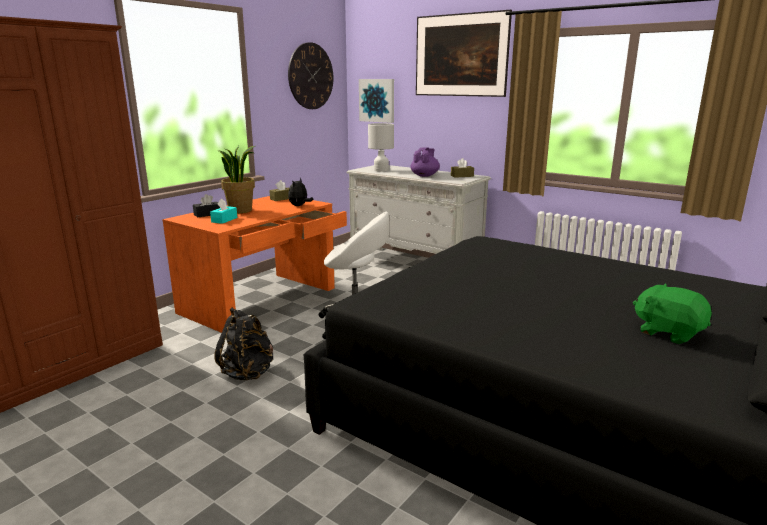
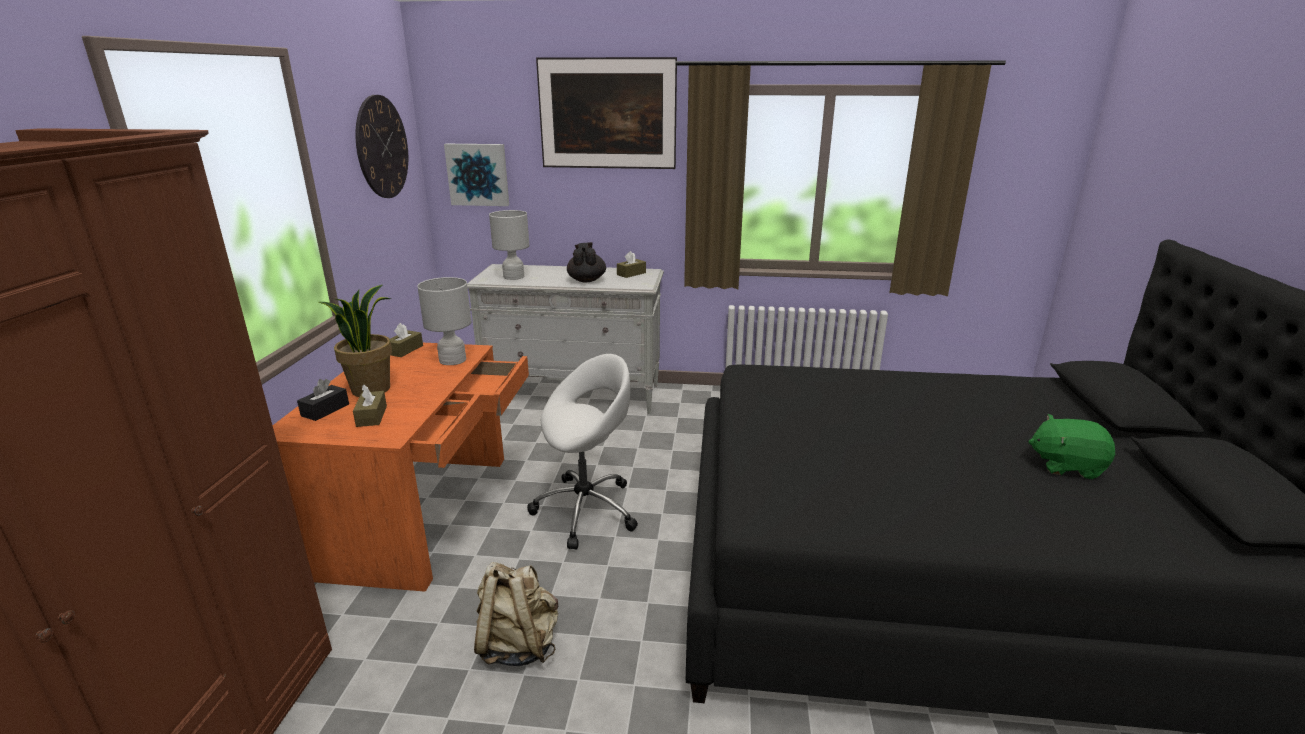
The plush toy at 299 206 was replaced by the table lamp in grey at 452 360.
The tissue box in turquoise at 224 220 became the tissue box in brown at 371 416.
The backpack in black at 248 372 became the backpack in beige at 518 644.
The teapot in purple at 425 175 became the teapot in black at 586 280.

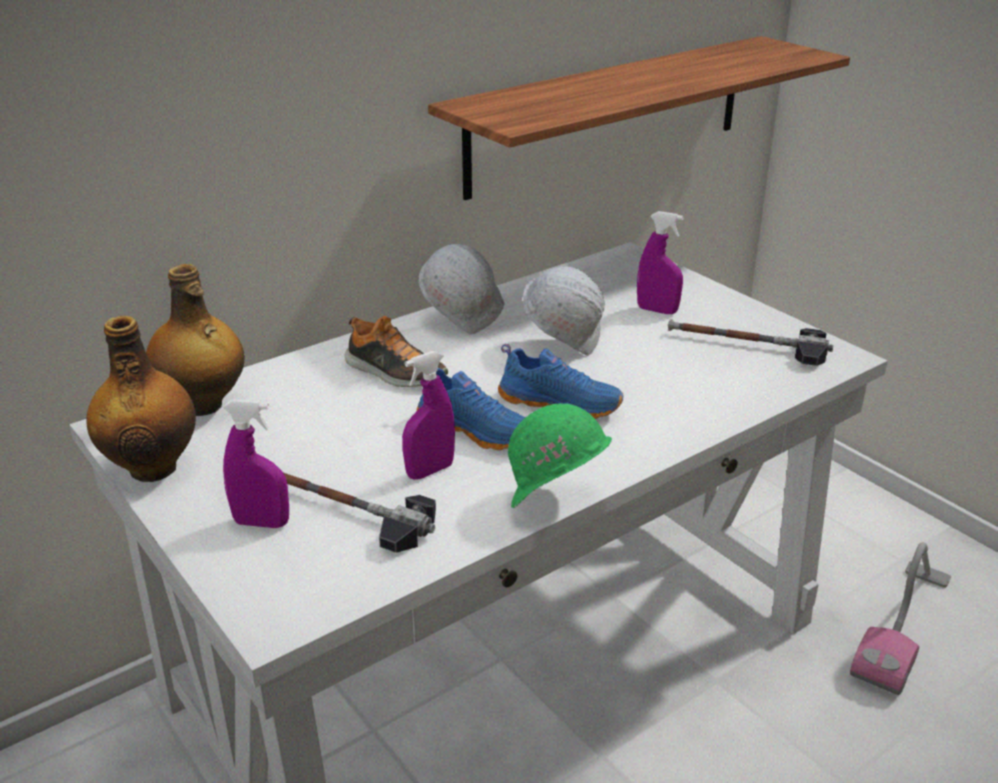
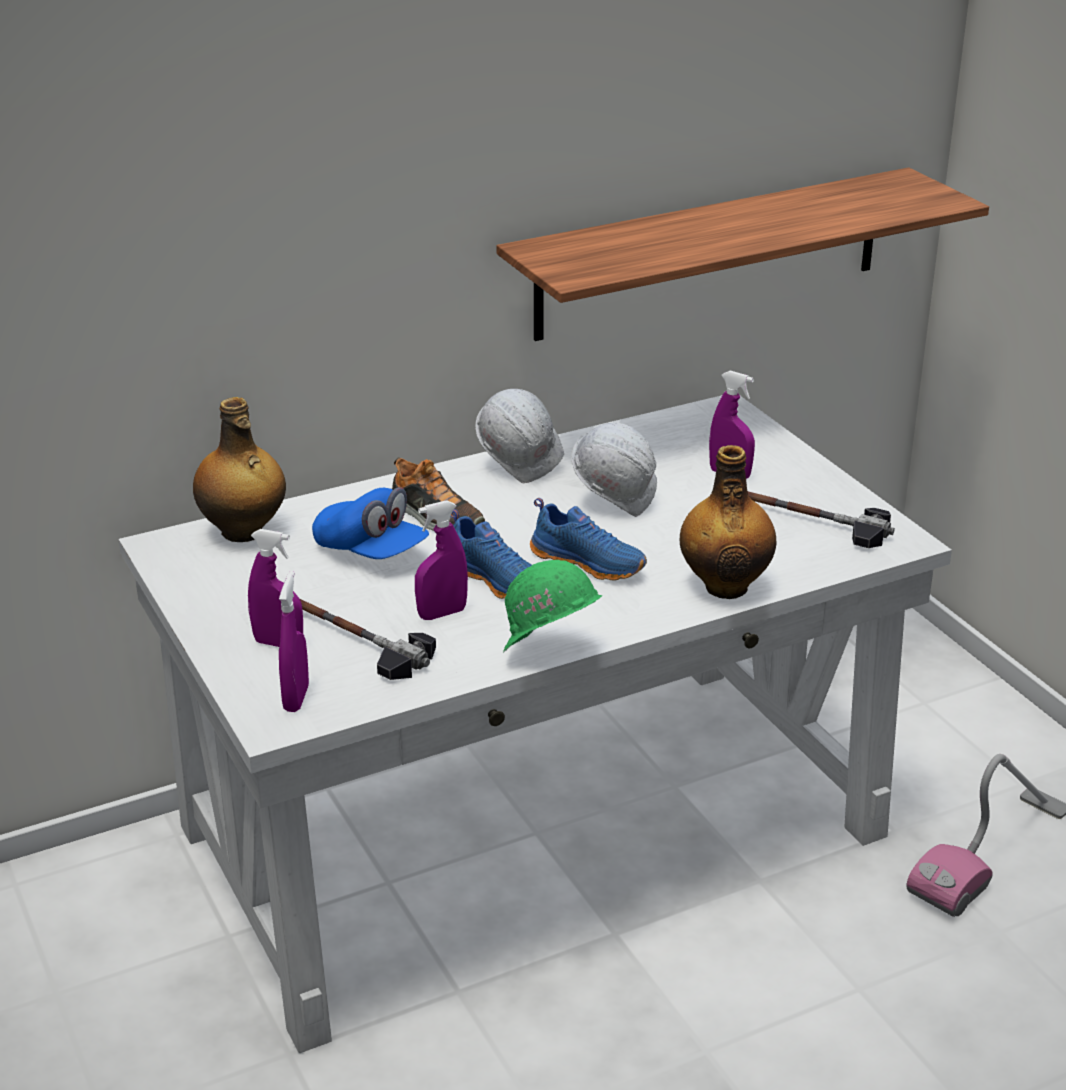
The spray bottle in purple at 296 698 appeared.
The cap in blue at 371 551 appeared.
The bottle moved from 153 467 to 725 586.

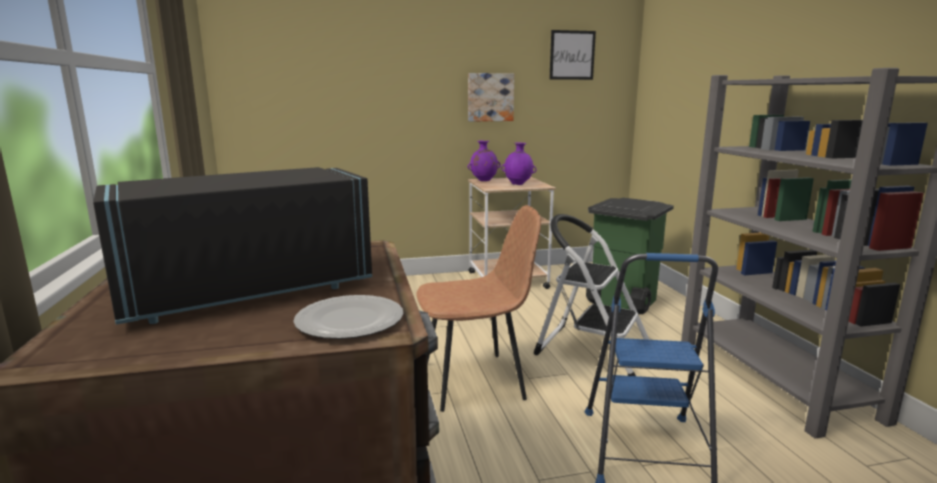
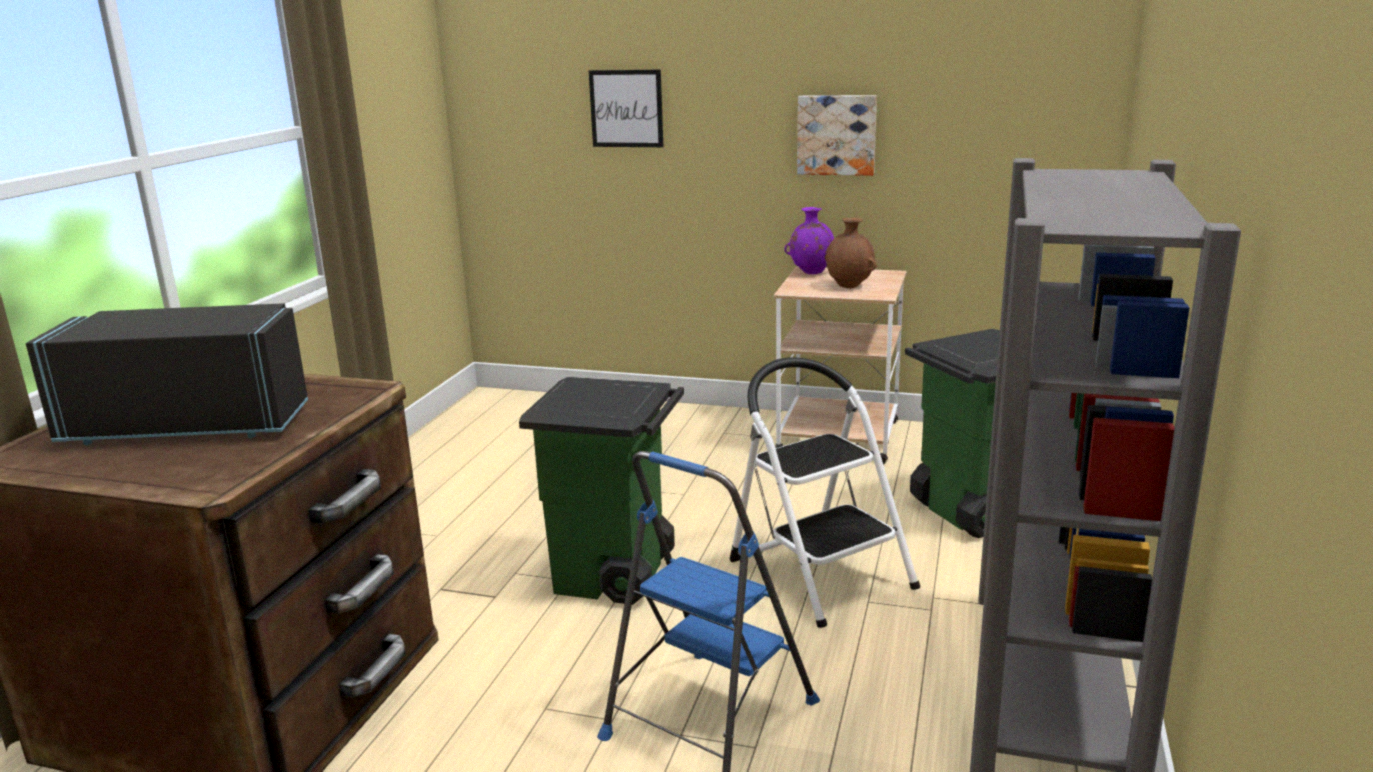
The plate at 350 320 disappeared.
The picture moved from 572 55 to 626 108.
The chair in brown at 475 381 was replaced by the trash can in green at 614 576.
The vase in purple at 518 184 became the vase in brown at 849 286.

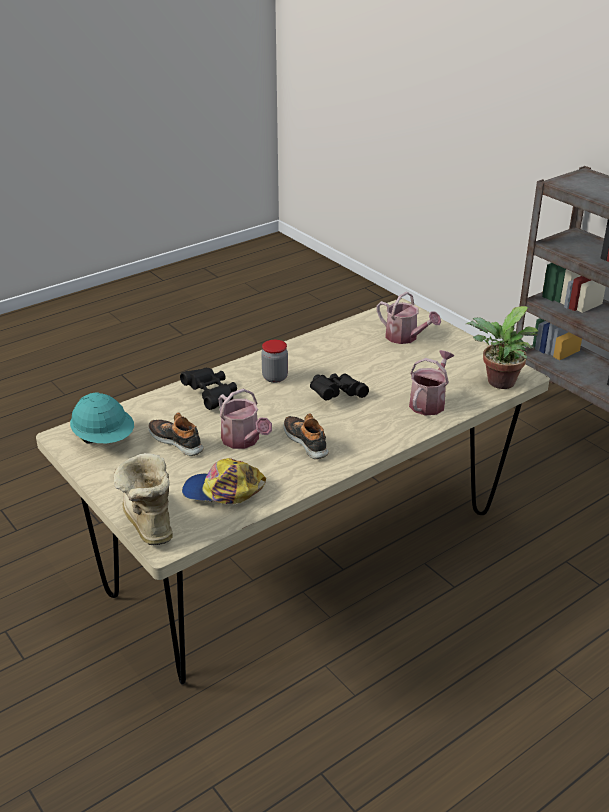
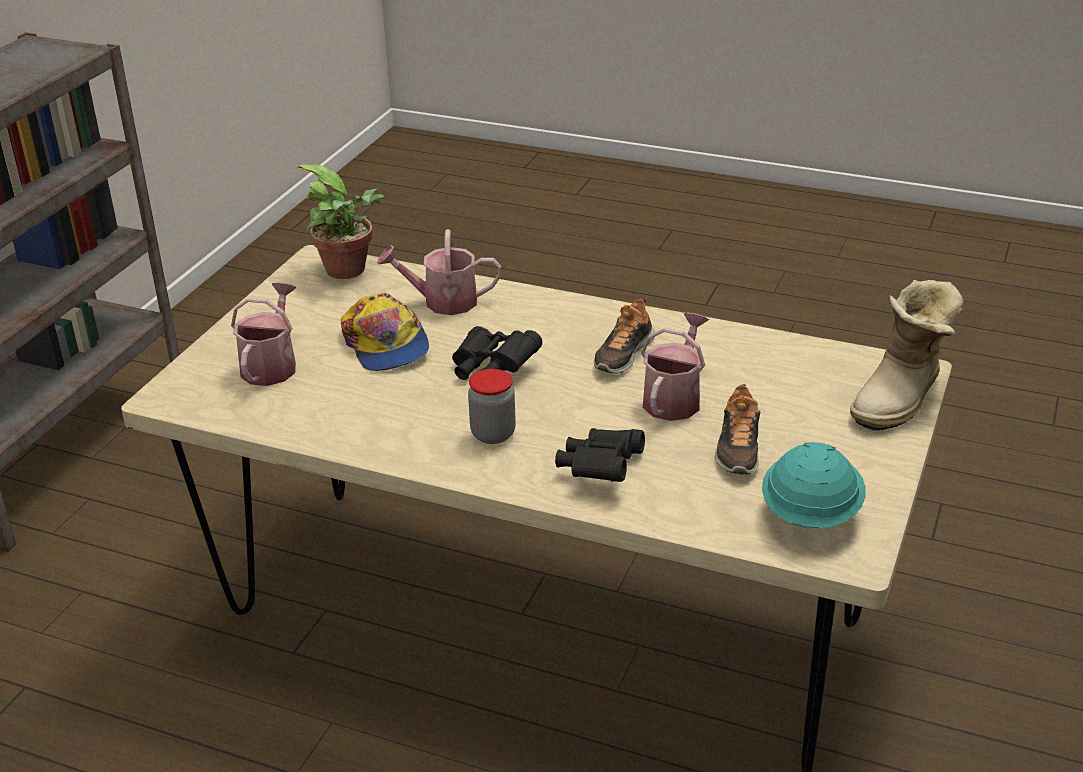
The cap moved from 223 491 to 386 344.

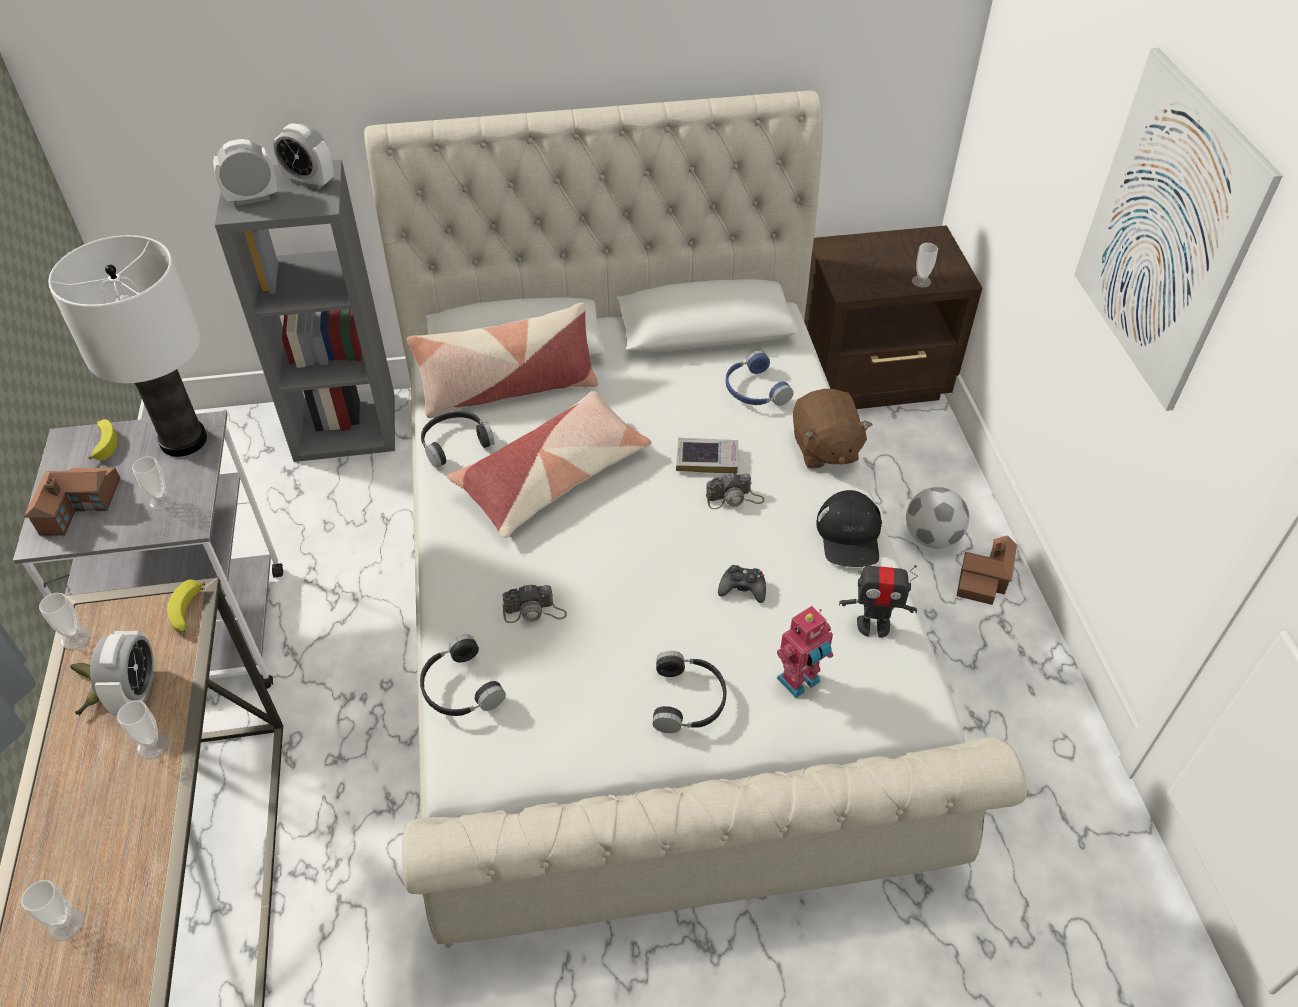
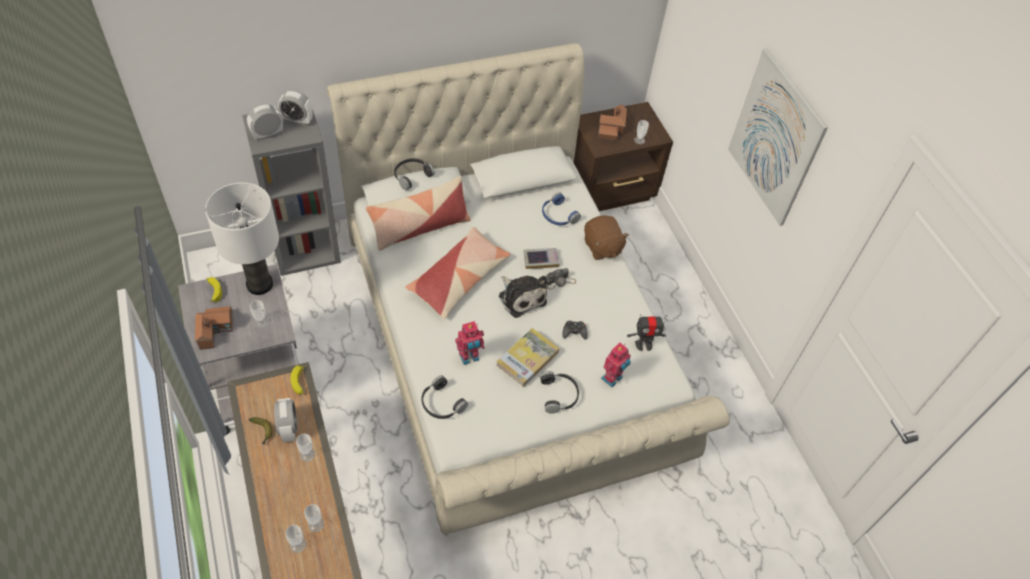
The cap in black at 849 535 disappeared.
The football at 931 537 disappeared.
The book at 527 359 appeared.
The plush toy at 521 297 appeared.
The cup moved from 75 638 to 316 524.
The headphones in black moved from 454 442 to 411 175.
The toy house moved from 984 578 to 611 129.
The photo camera at 534 611 was replaced by the toy robot at 469 357.

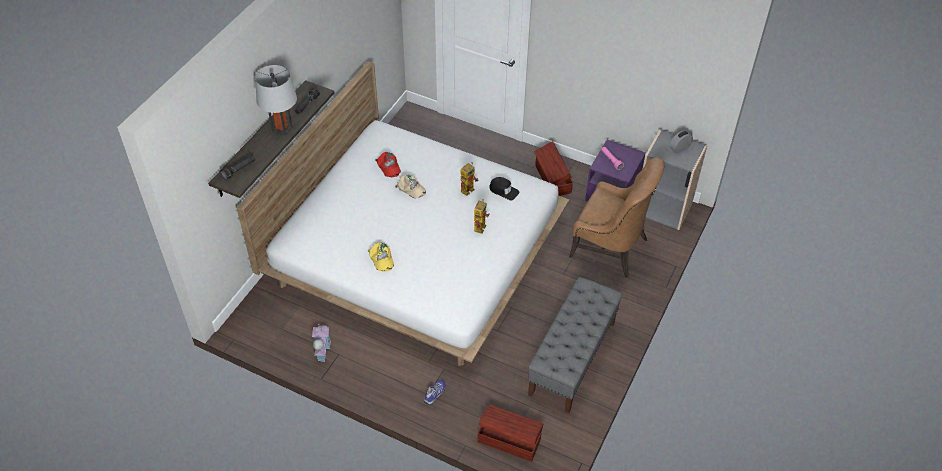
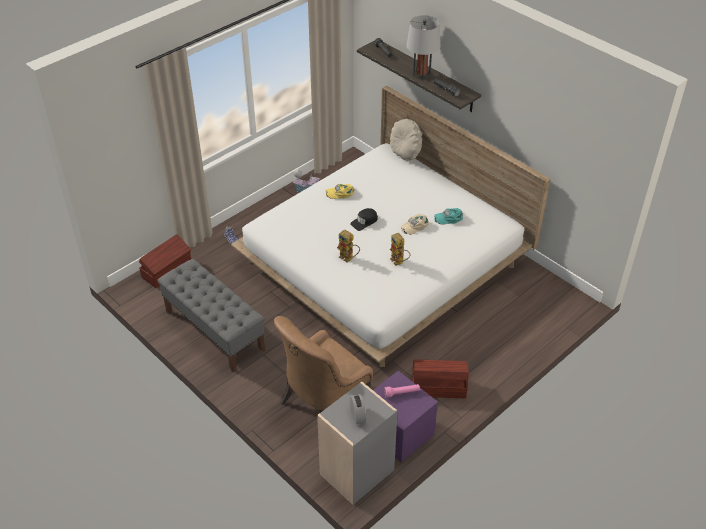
The pillow in beige at 405 154 appeared.
The cap in black moved from 503 190 to 364 222.
The cap in red at 388 166 became the cap in turquoise at 449 218.

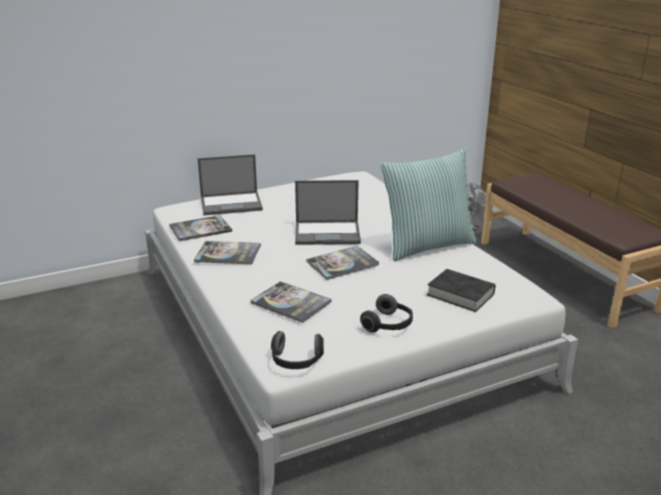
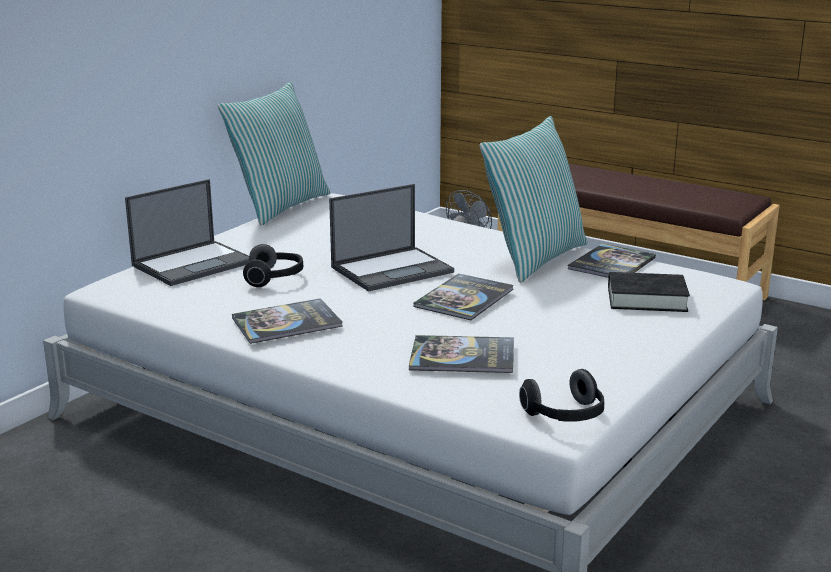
The pillow at 279 207 appeared.
The book moved from 200 229 to 611 264.
The headphones moved from 388 325 to 275 278.

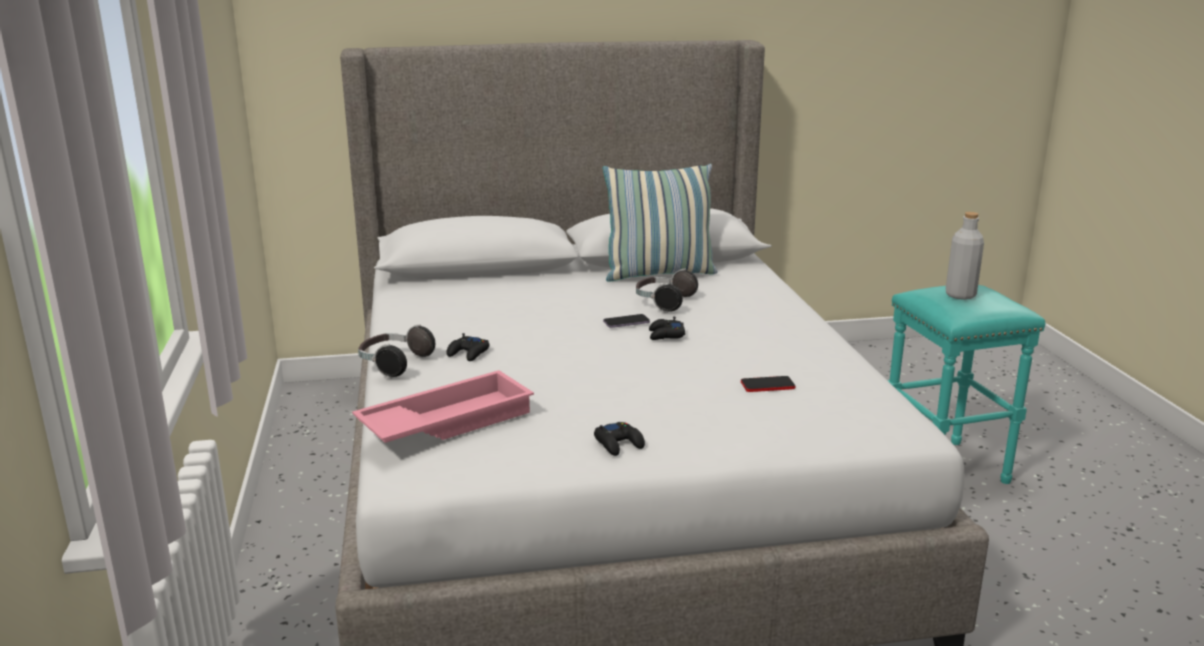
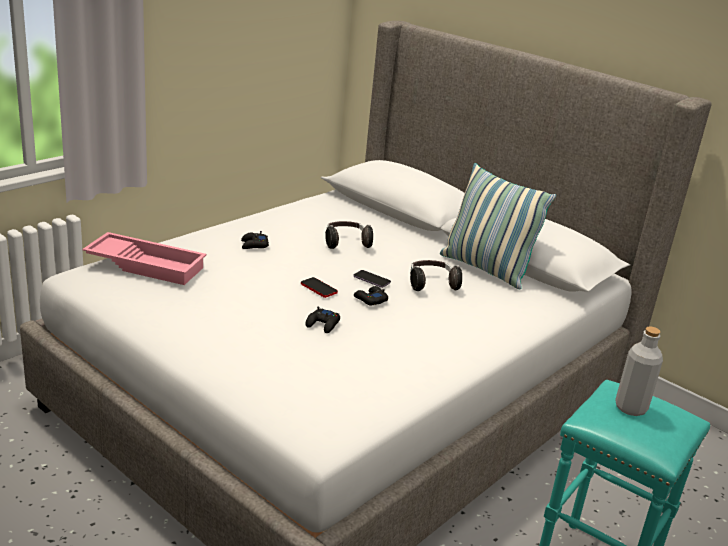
The headphones moved from 394 364 to 346 243.
The game controller in black moved from 619 444 to 323 324.
The phone moved from 767 385 to 318 288.

